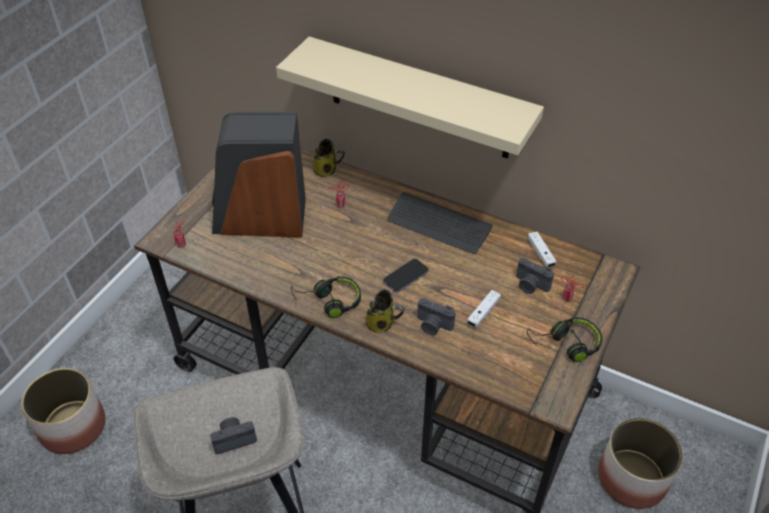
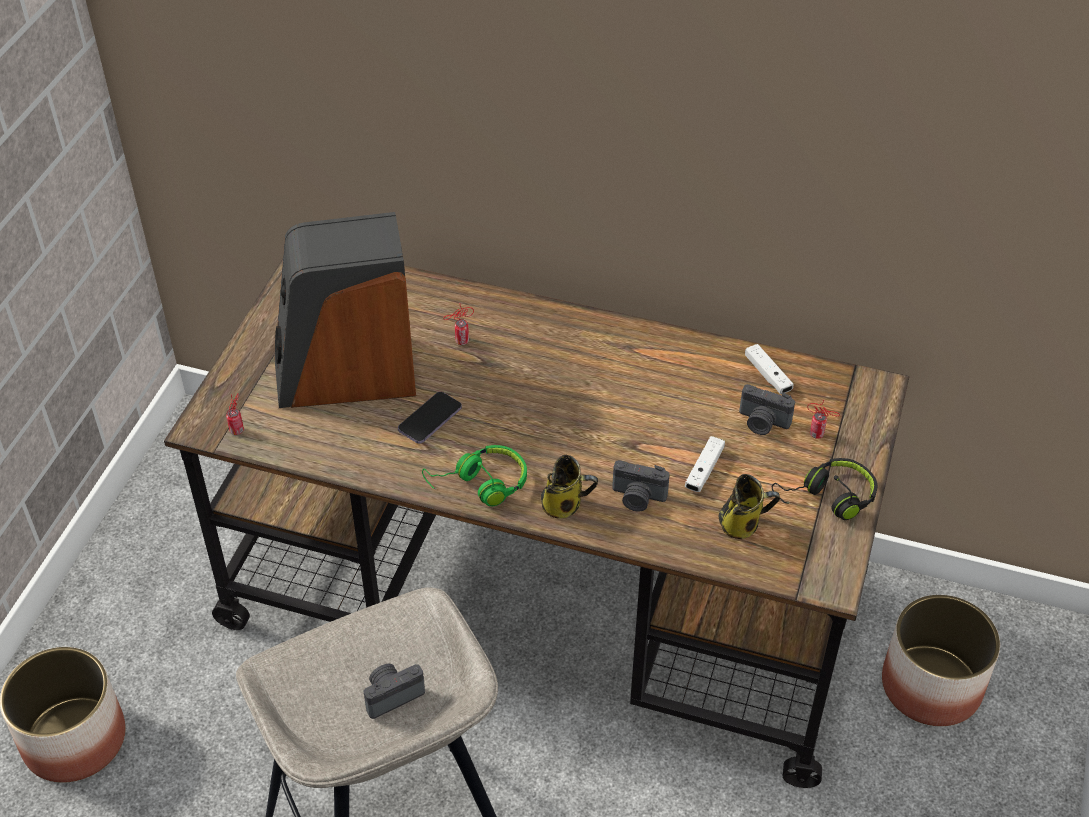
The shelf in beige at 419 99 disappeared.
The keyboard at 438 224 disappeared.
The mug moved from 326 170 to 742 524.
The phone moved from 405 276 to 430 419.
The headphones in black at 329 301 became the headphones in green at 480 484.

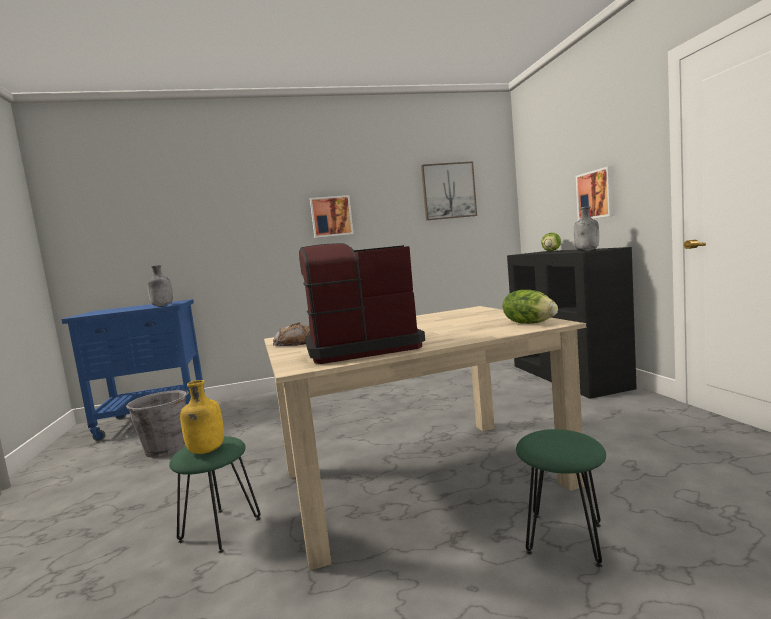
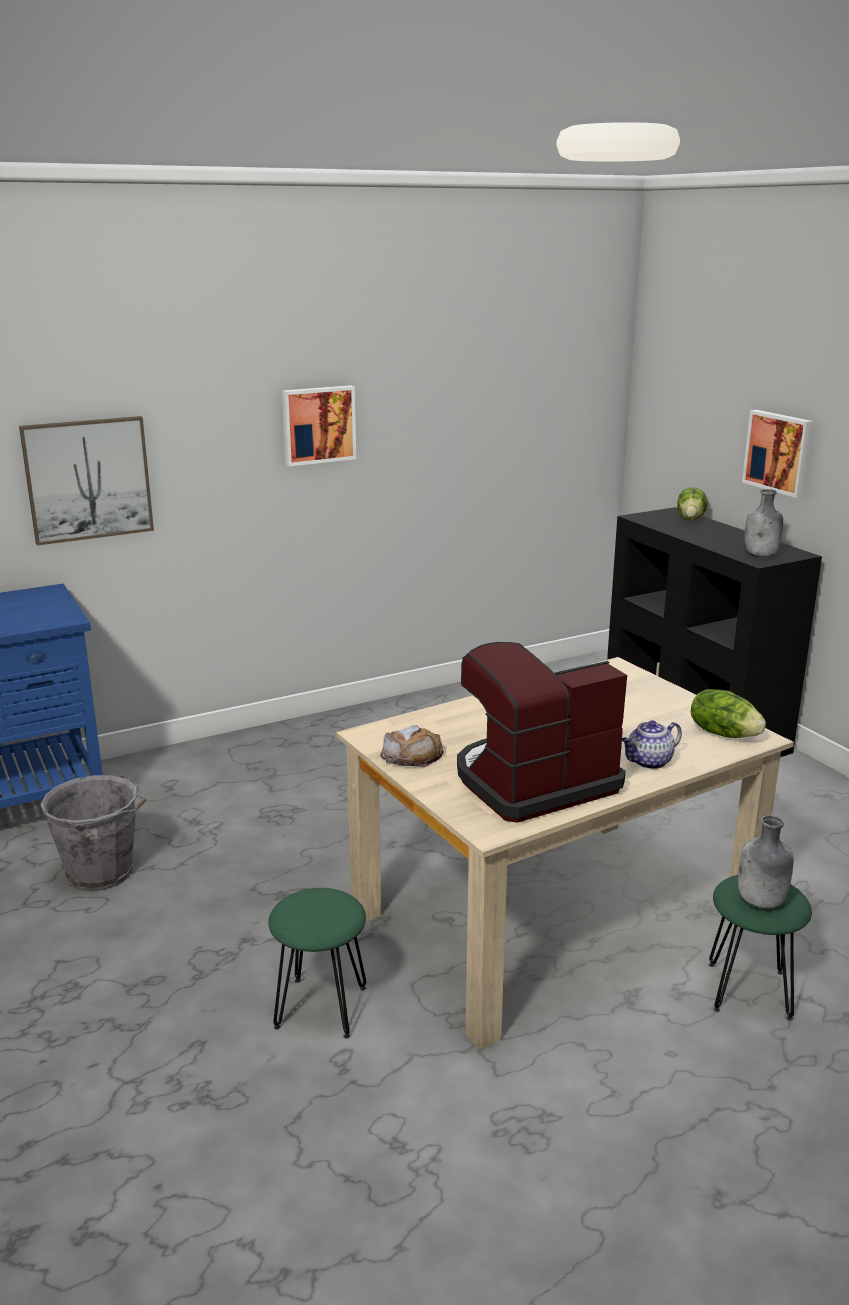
The bottle in yellow at 206 451 disappeared.
The teapot at 649 762 appeared.
The bottle in grey moved from 162 305 to 761 902.
The picture moved from 448 191 to 88 479.

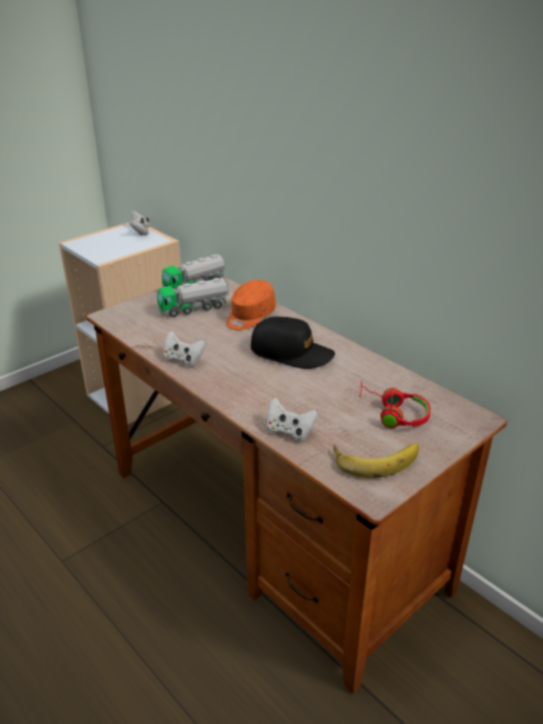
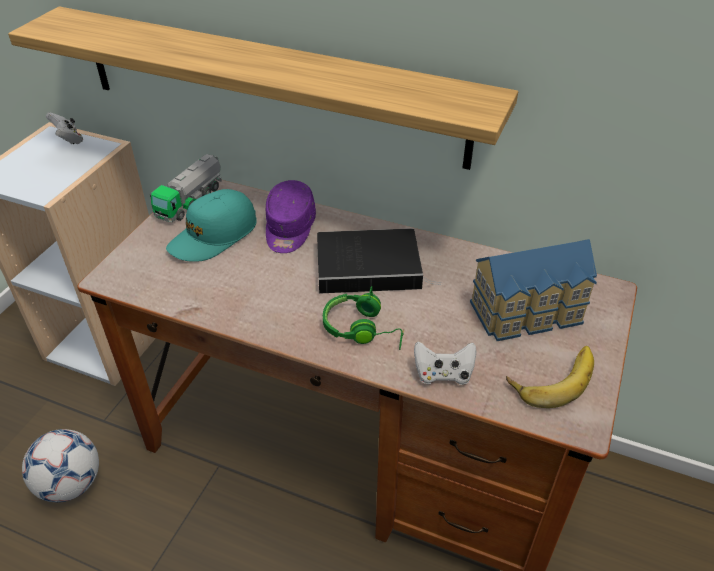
The game controller in white at 183 360 disappeared.
The shelf at 268 86 appeared.
The football at 71 484 appeared.
The headphones in green at 363 329 appeared.
The toy truck at 194 308 was replaced by the cap in turquoise at 213 236.
The cap in black at 291 353 was replaced by the book at 371 266.
The headphones in red at 392 414 was replaced by the toy house at 529 313.
The cap in orange at 250 316 became the cap in purple at 289 229.

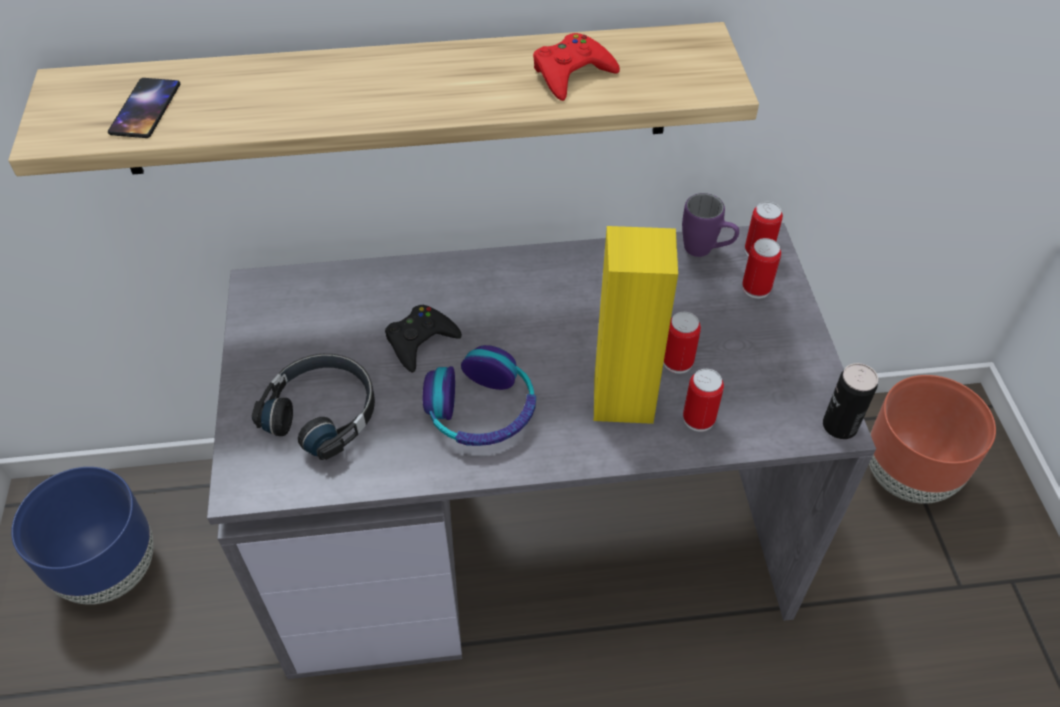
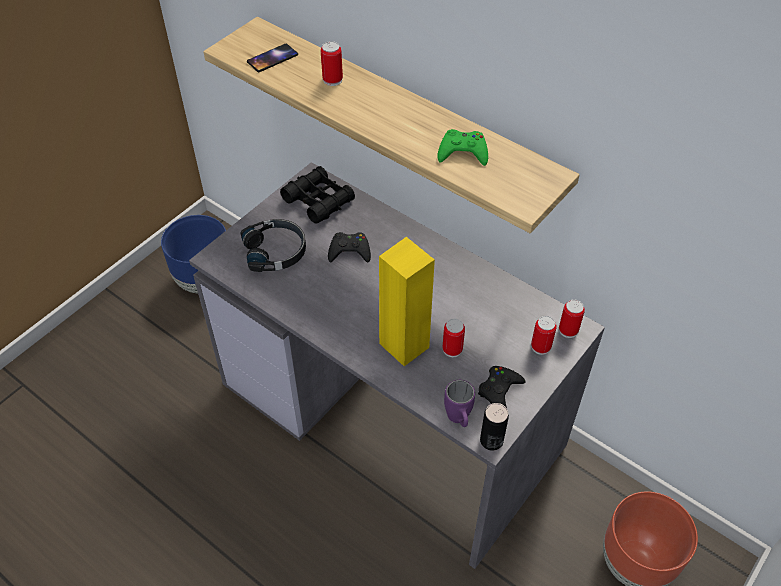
The headphones at 481 410 disappeared.
The binoculars in black at 318 200 appeared.
The game controller in black at 499 391 appeared.
The mug in purple moved from 706 251 to 459 420.
The can moved from 698 419 to 332 80.
The game controller in red at 571 73 became the game controller in green at 463 152.

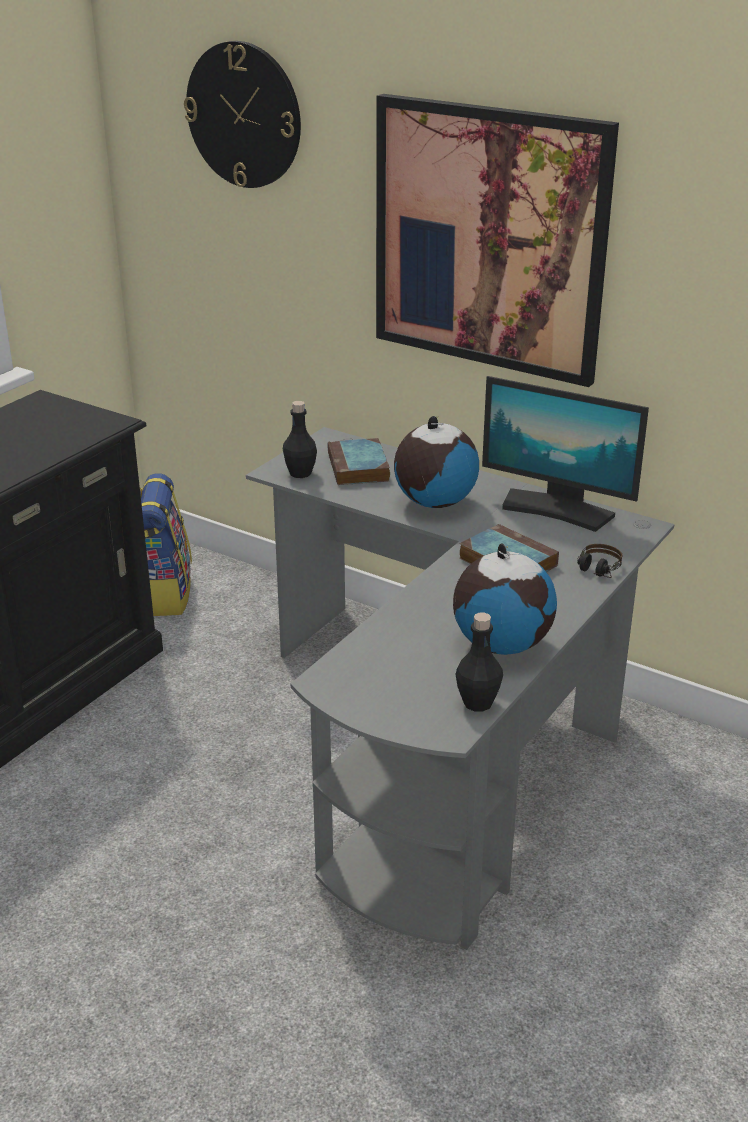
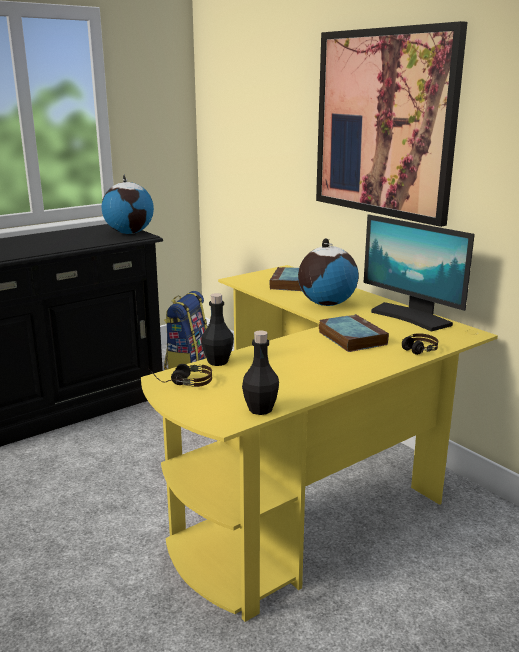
The wall clock at 244 115 disappeared.
The headphones at 181 382 appeared.
The bottle in black moved from 300 473 to 218 362.
The globe moved from 501 644 to 129 233.
The desk in grey at 448 743 became the desk in yellow at 314 479.

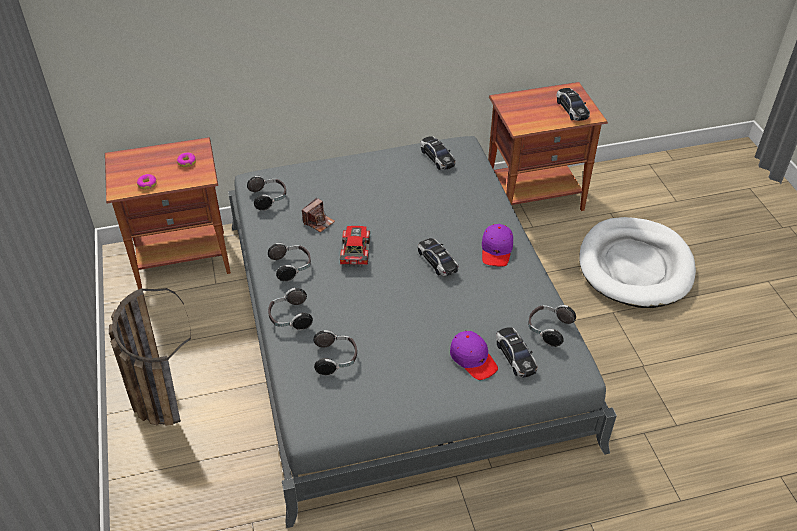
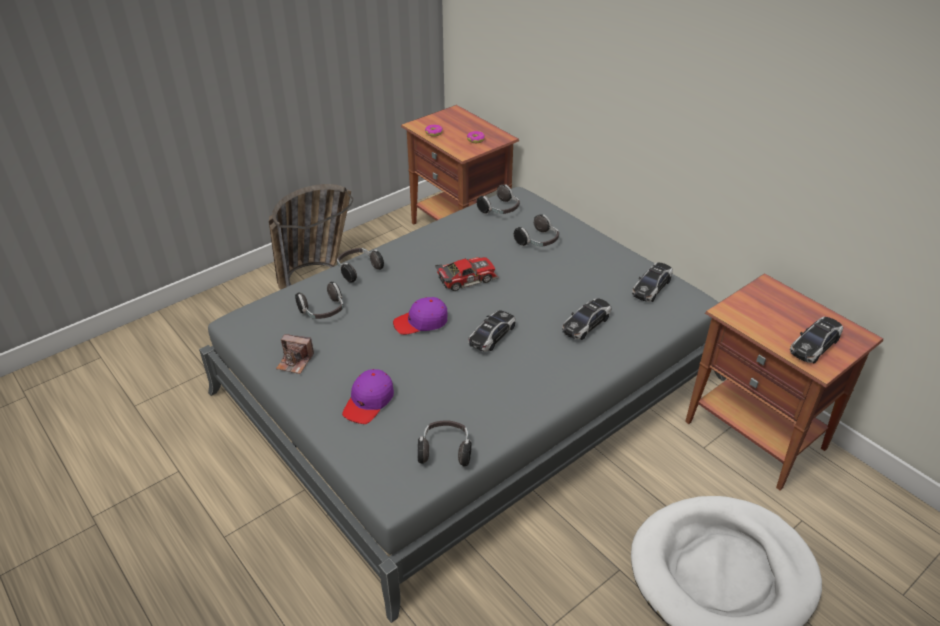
The headphones moved from 291 267 to 538 242.
The photo camera moved from 318 222 to 295 362.
The cap in purple moved from 496 250 to 421 322.
The toy car moved from 515 356 to 586 324.

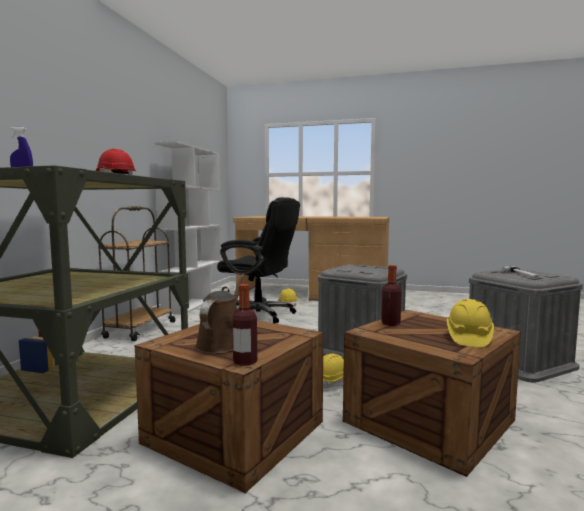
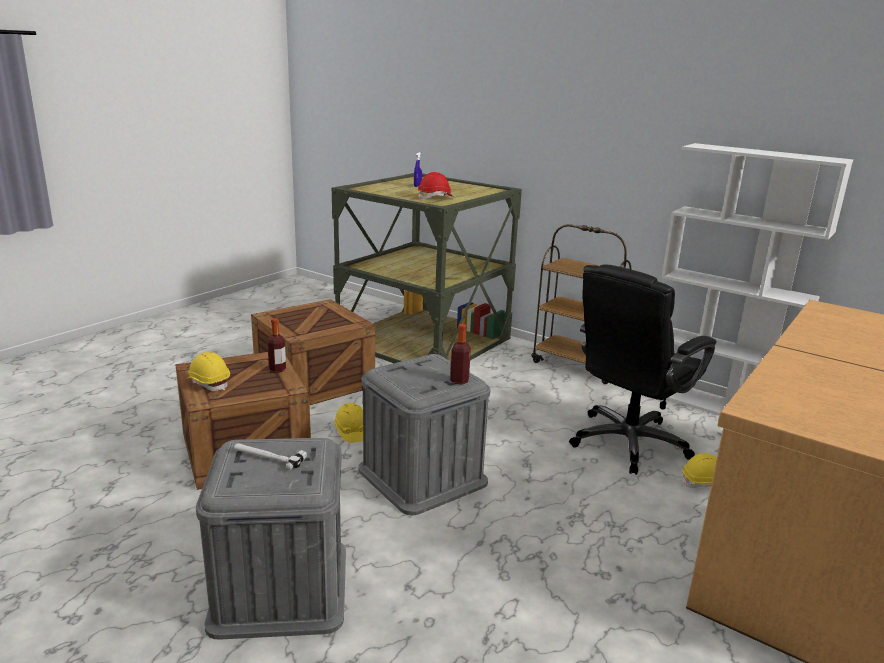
The watering can in brown at 222 344 disappeared.
The bottle moved from 245 362 to 459 381.

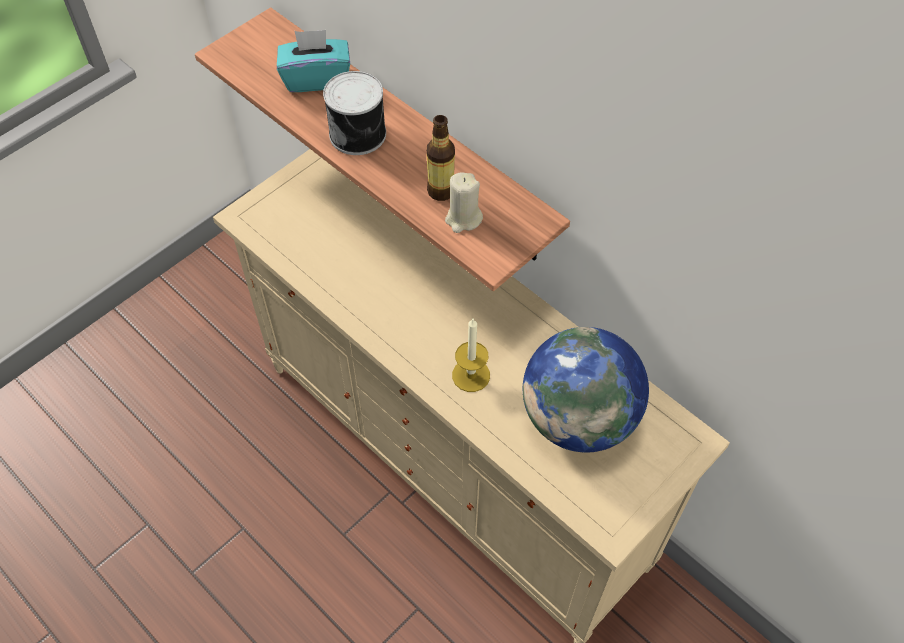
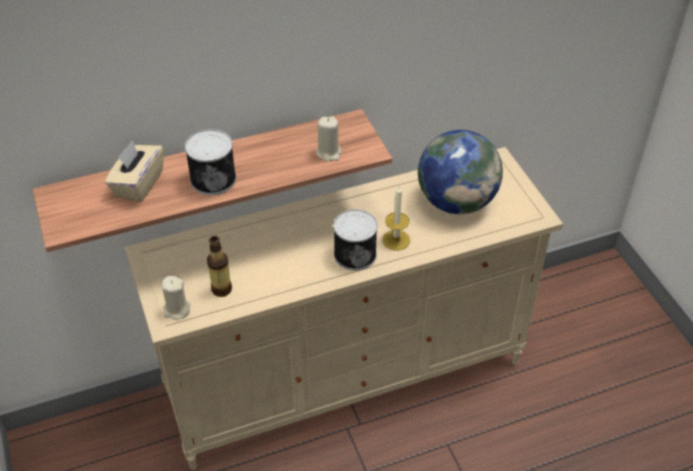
The candle in beige at 177 310 appeared.
The can at 355 253 appeared.
The bottle moved from 441 191 to 221 289.
The tissue box in turquoise at 316 78 became the tissue box in beige at 138 184.

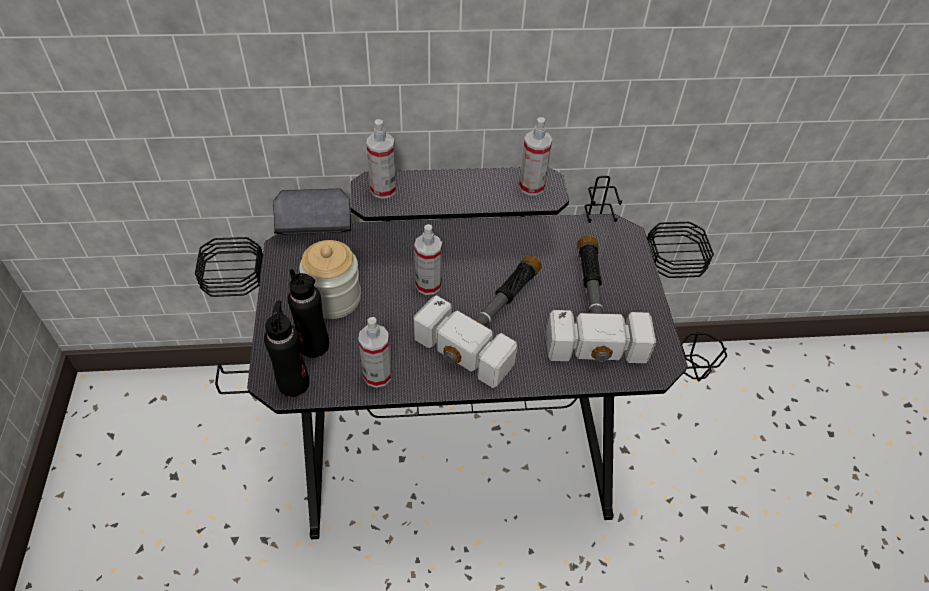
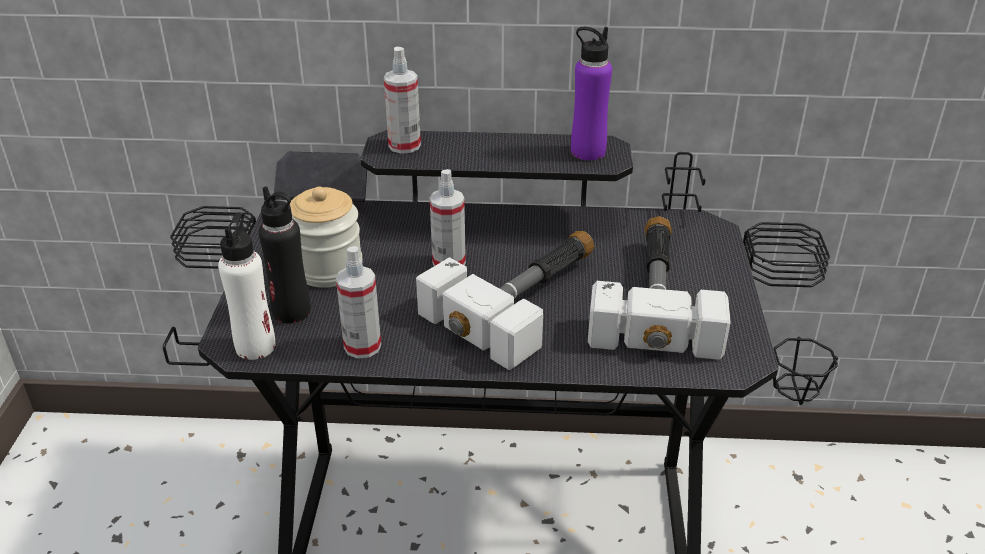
The spray bottle at 531 186 was replaced by the bottle in purple at 587 152.
The bottle in black at 293 383 became the bottle in white at 255 346.

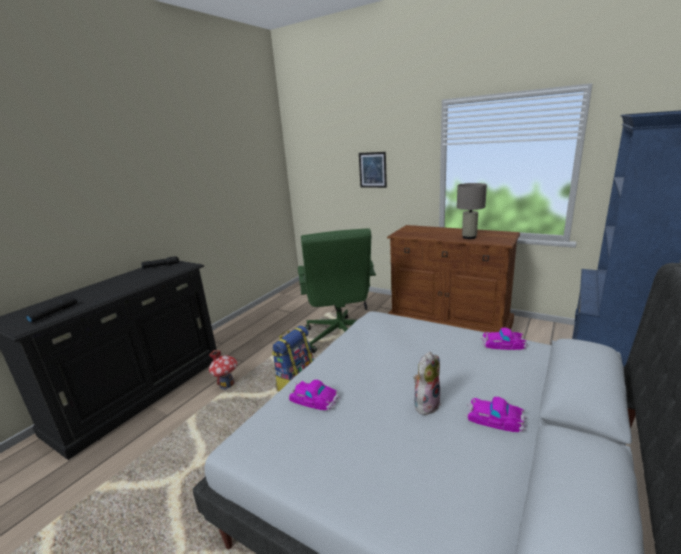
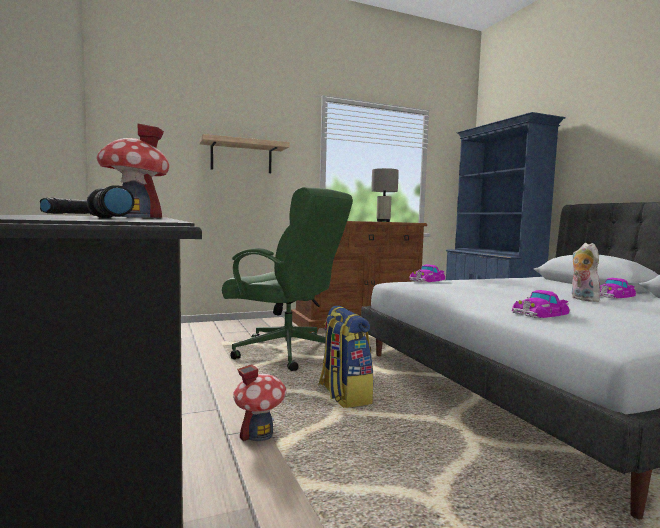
The toy house at 135 217 appeared.
The toy car moved from 503 344 to 428 280.
The picture at 372 170 was replaced by the shelf at 241 157.

